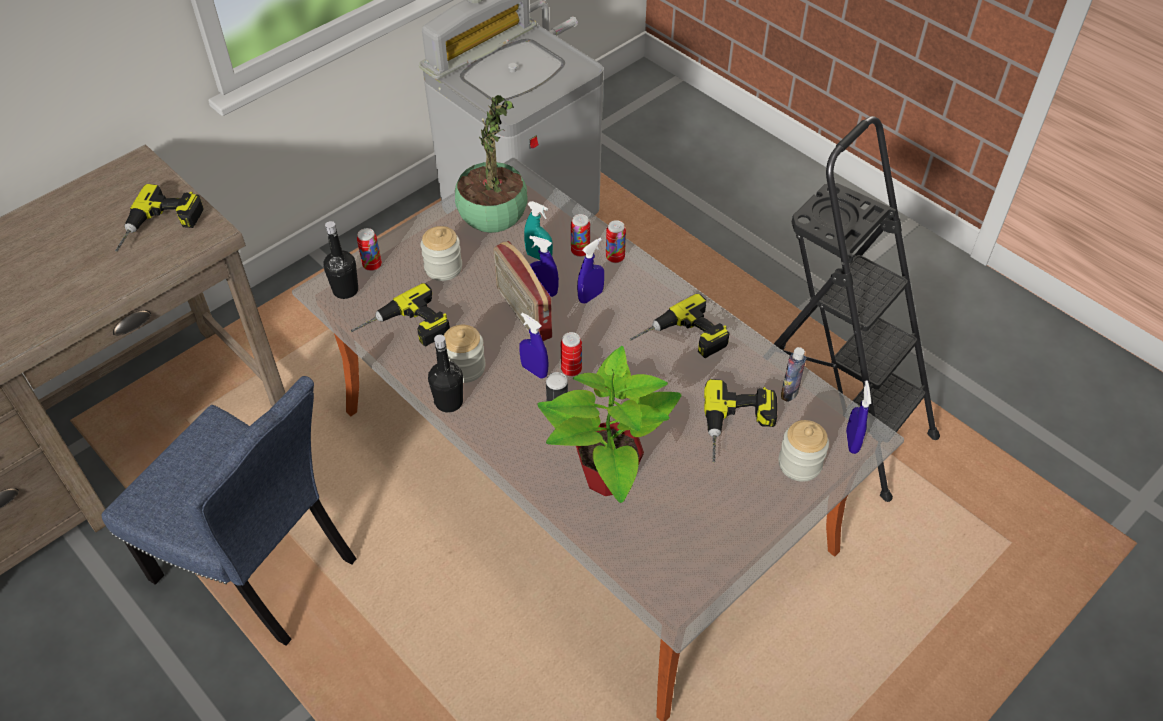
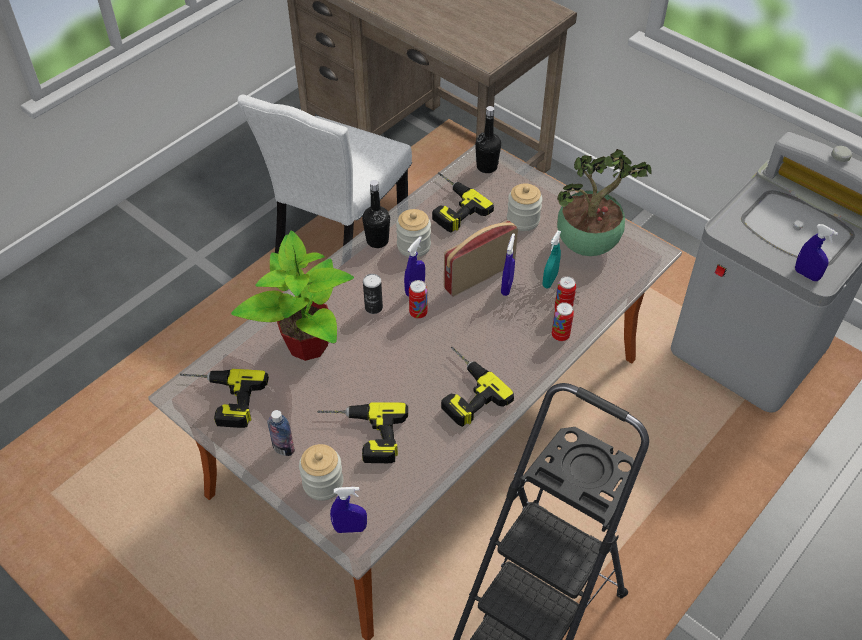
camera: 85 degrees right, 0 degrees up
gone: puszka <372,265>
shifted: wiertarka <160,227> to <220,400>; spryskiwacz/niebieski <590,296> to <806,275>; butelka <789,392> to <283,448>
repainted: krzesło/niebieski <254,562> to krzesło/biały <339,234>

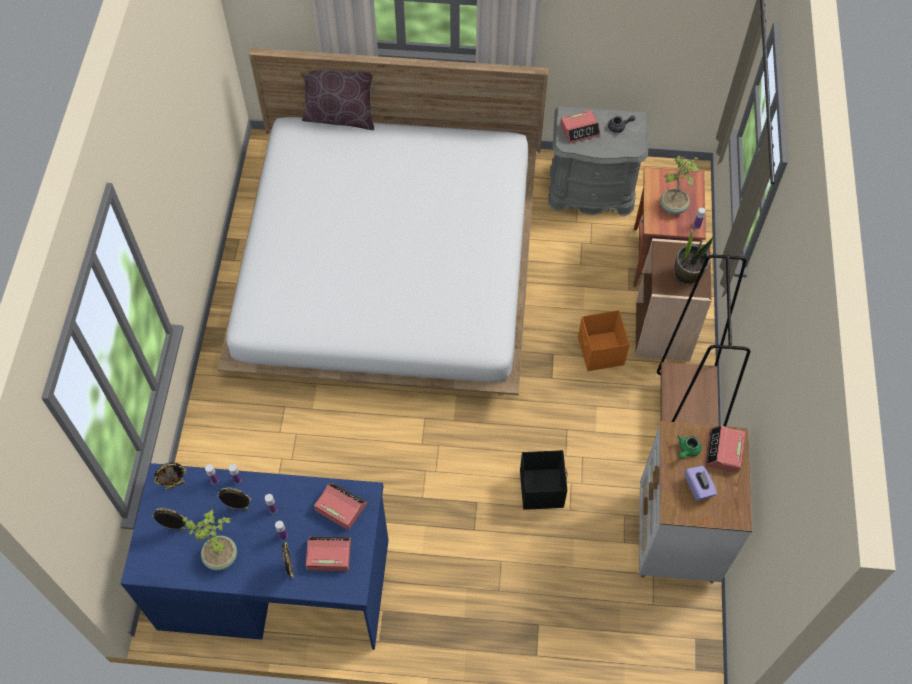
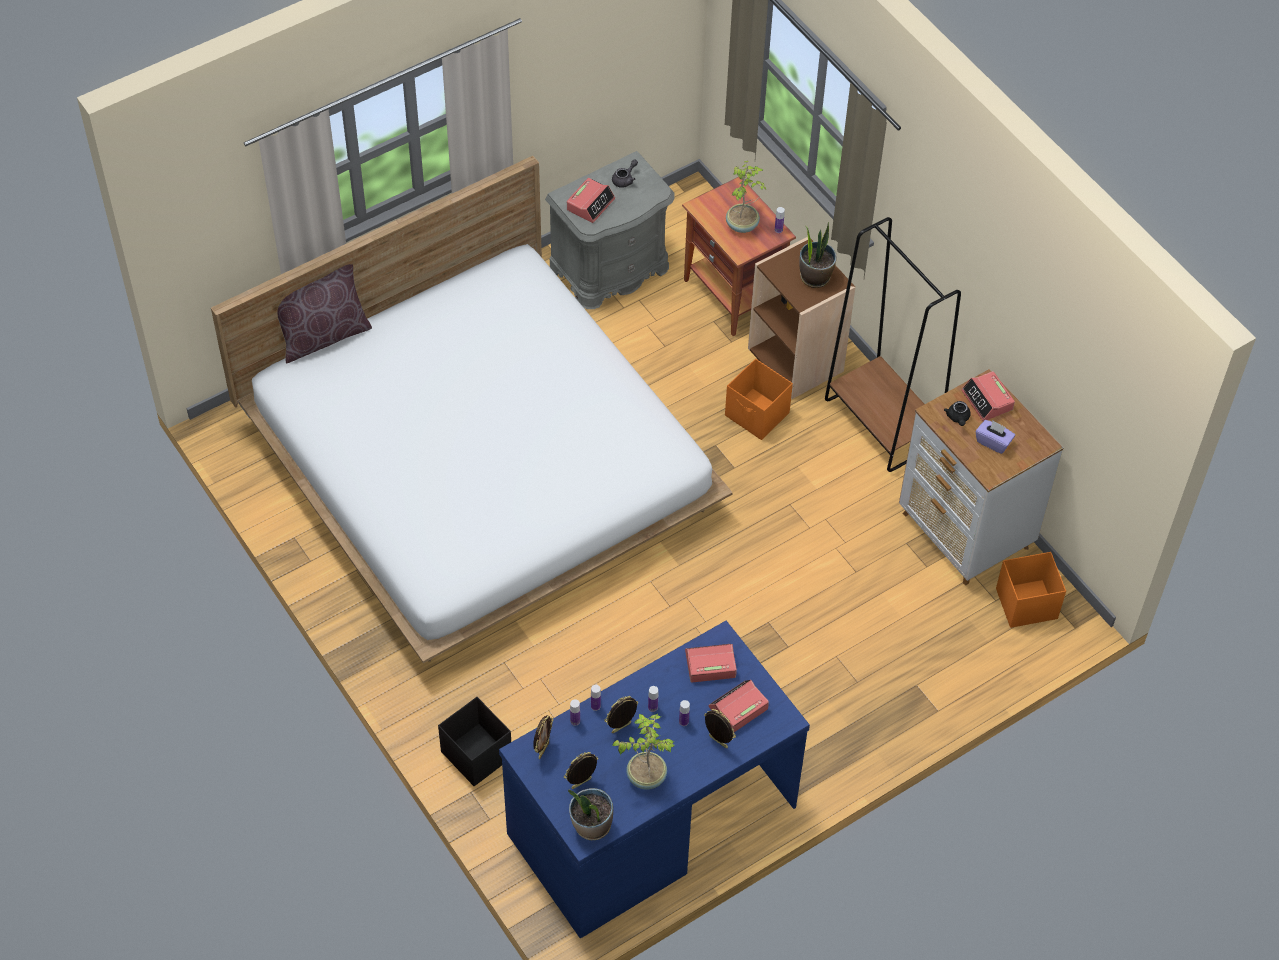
camera: 40 degrees left, 5 degrees down
new: pojemnik do przechowywania/pomarańczowy <1025,604>; roślina doniczkowa <591,826>
shifted: pojemnik do przechowywania/czarny <541,488> to <476,754>
repainted: imbryk/zielony <687,450> to imbryk/czarny <958,418>

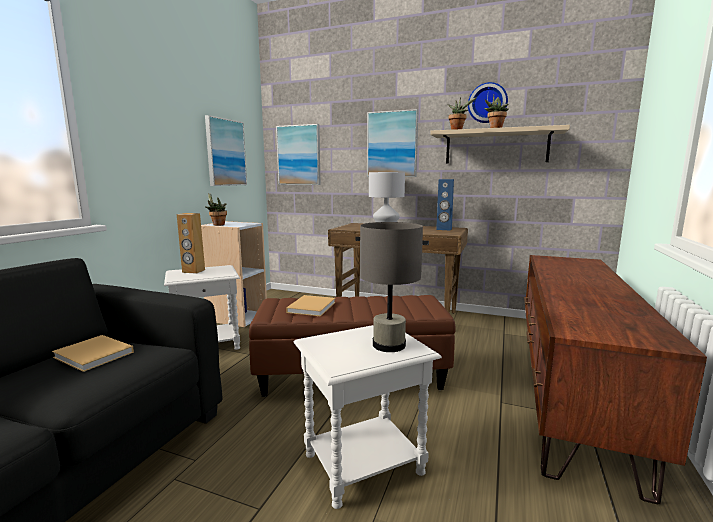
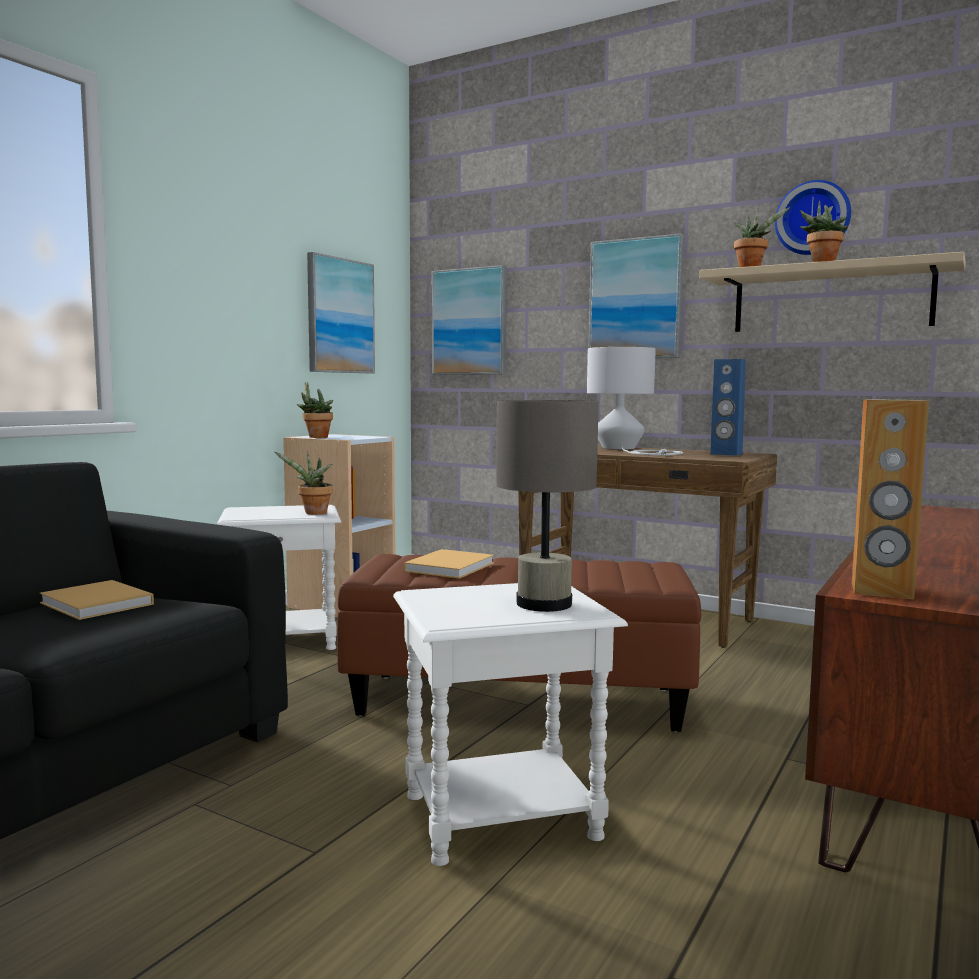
camera: 10 degrees right, 5 degrees down
new: roślina doniczkowa <313,513>
shifted: głośnik/brązowy <193,271> to <881,591>

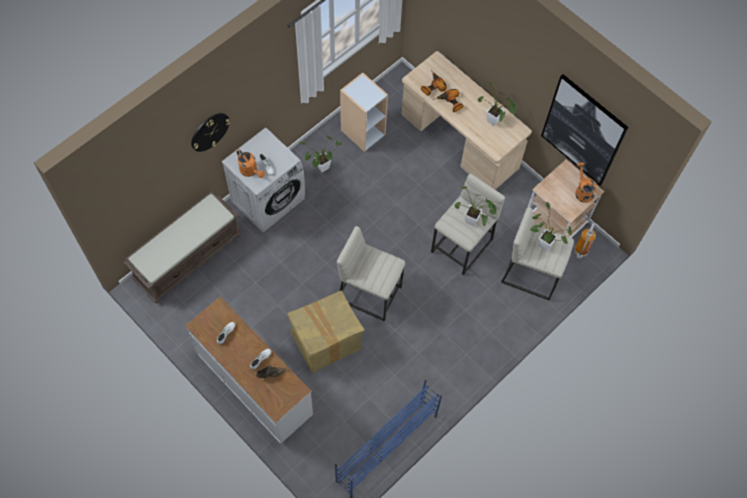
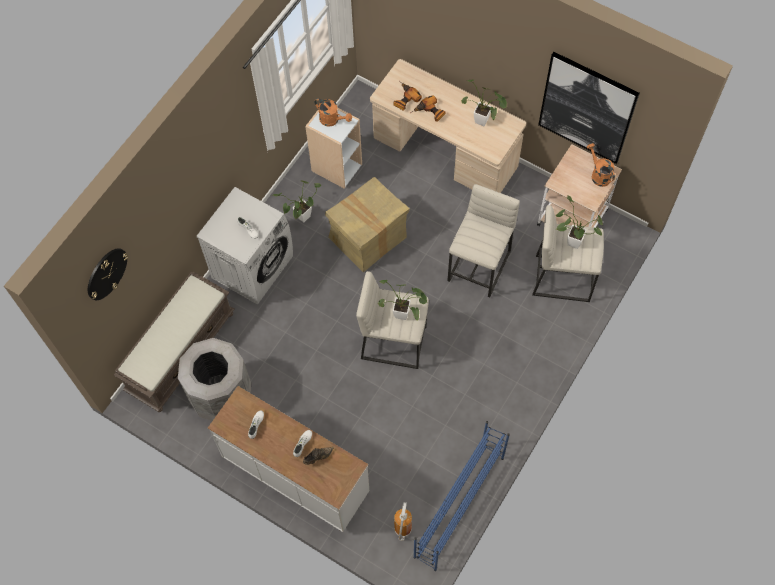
camera: 10 degrees left, 0 degrees up
new: kosz na śmieci/szary <221,395>
shifted: zegar ścienny <209,131> to <106,273>; konewka/pomarańczowy <250,171> to <332,120>; roślina doniczkowa <474,222> to <405,315>; gaśnica <580,252> to <403,530>; karton <326,340> to <368,237>

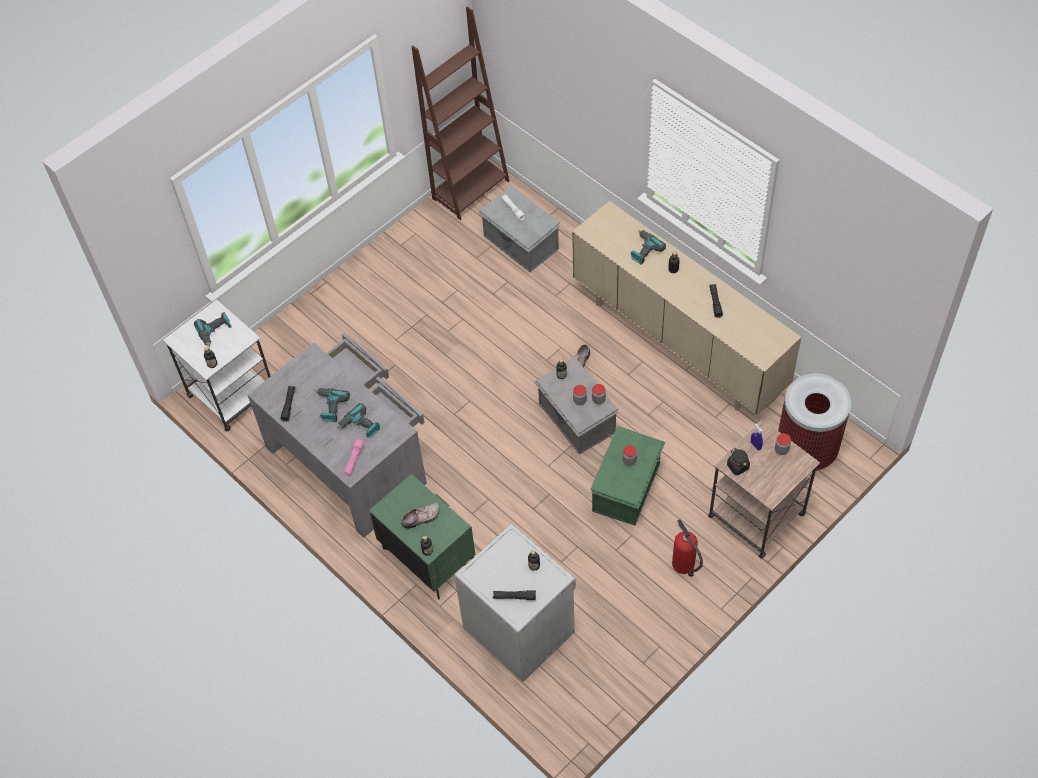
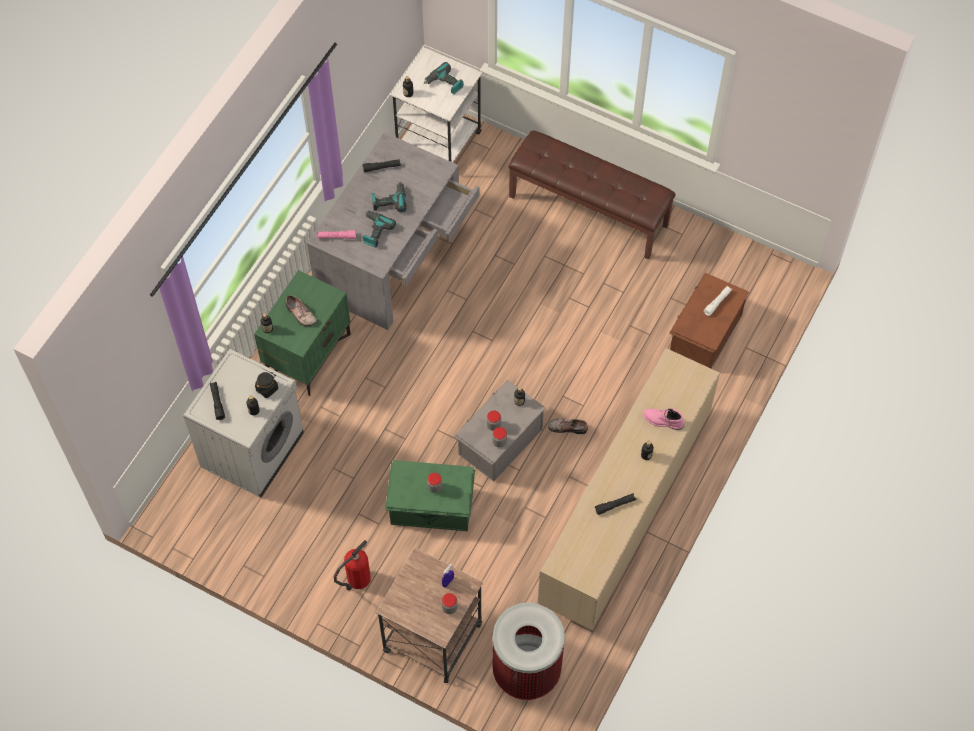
camera: 70 degrees right, 5 degrees up
gone: regał/brązowy <470,189>
new: ławka/brązowy <589,210>
shifted: słoik/czarny <737,466> to <267,388>
swapped: wiertarka <644,250> to but z cholewką/różowy <663,421>
repainted: pojemnik do przechowywania/szary <520,243> to pojemnik do przechowywania/brązowy <704,333>

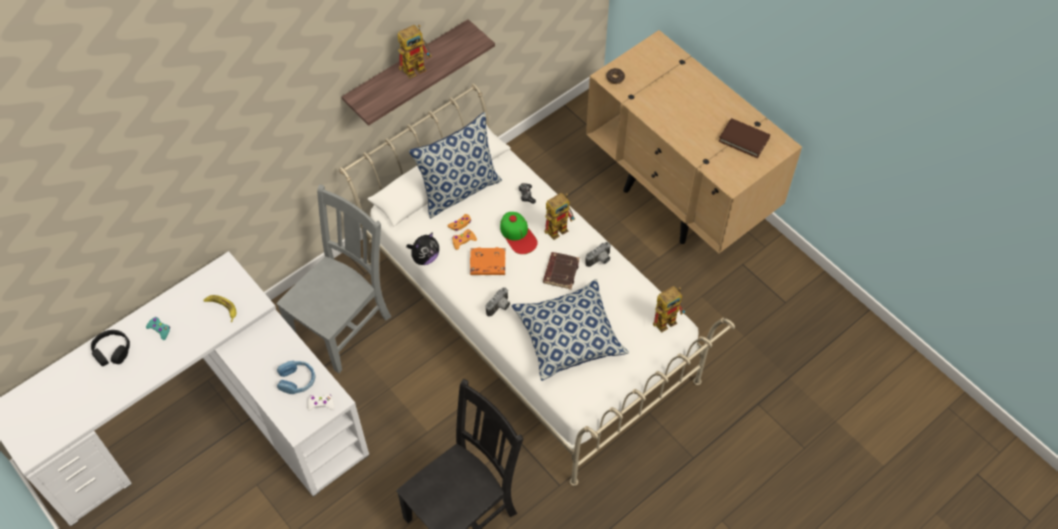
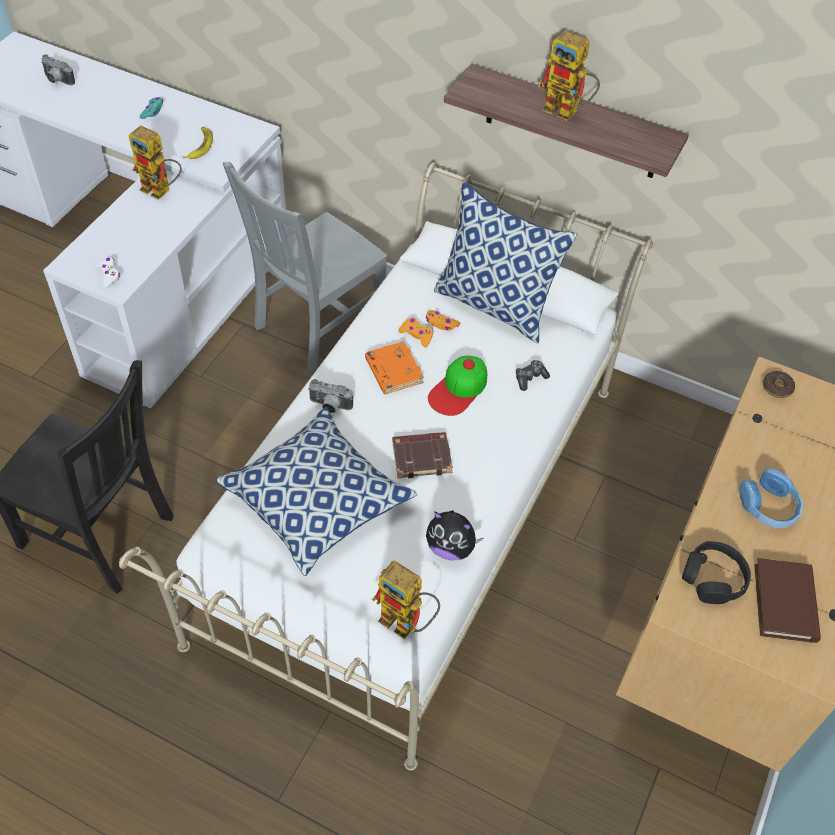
camera: 65 degrees right, 5 degrees down
shifted: robot zabawkowy <559,227> to <161,191>; pluszak <425,257> to <450,548>; aparat fotograficzny <600,260> to <57,81>; słuchawki/czarny <112,351> to <713,578>; słuchawki/niebieski <297,380> to <768,506>
rotated: krzesło/szary <343,324> = <316,325> 120 degrees clockwise

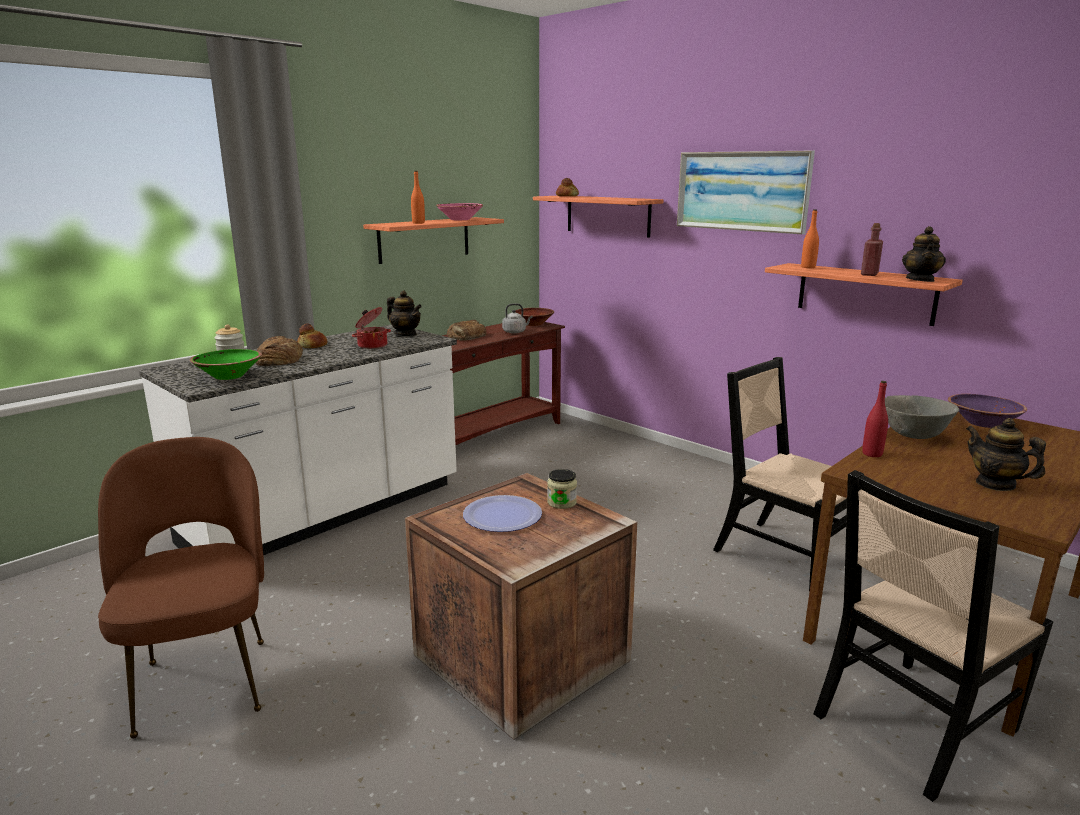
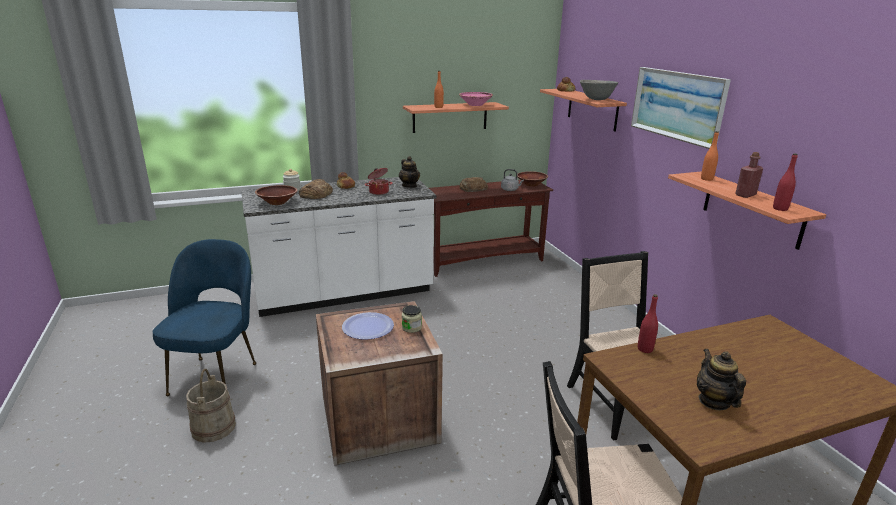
camera: 25 degrees right, 5 degrees up
gone: miska/fioletowy <982,423>
new: wiadro/beżowy <213,427>
shifted: miska/szary <913,436> to <596,99>
swapped: imbryk <920,280> to butelka/czerwony <780,209>
repainted: miska/zielony <228,376> to miska/brązowy <277,202>; krzesło/brązowy <205,677> to krzesło/niebieski <217,375>

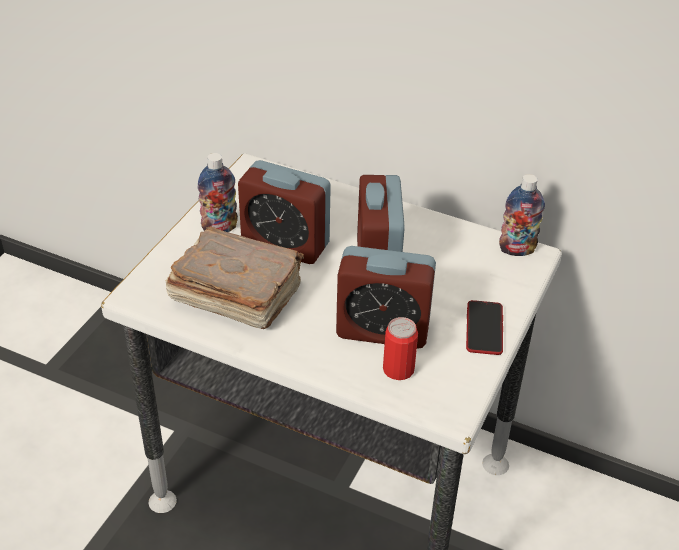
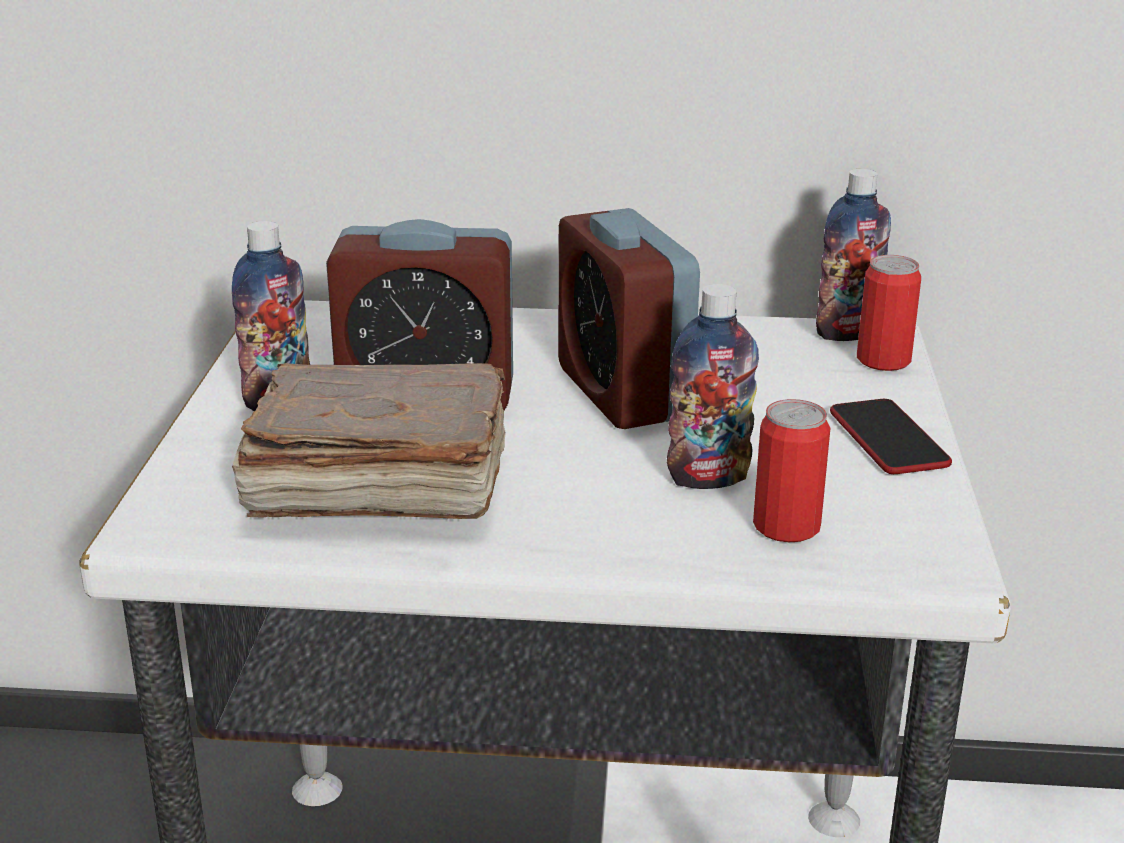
camera: 20 degrees left, 15 degrees down
new: puszka <883,360>
swapped: budzik <382,330> to butelka <708,477>

